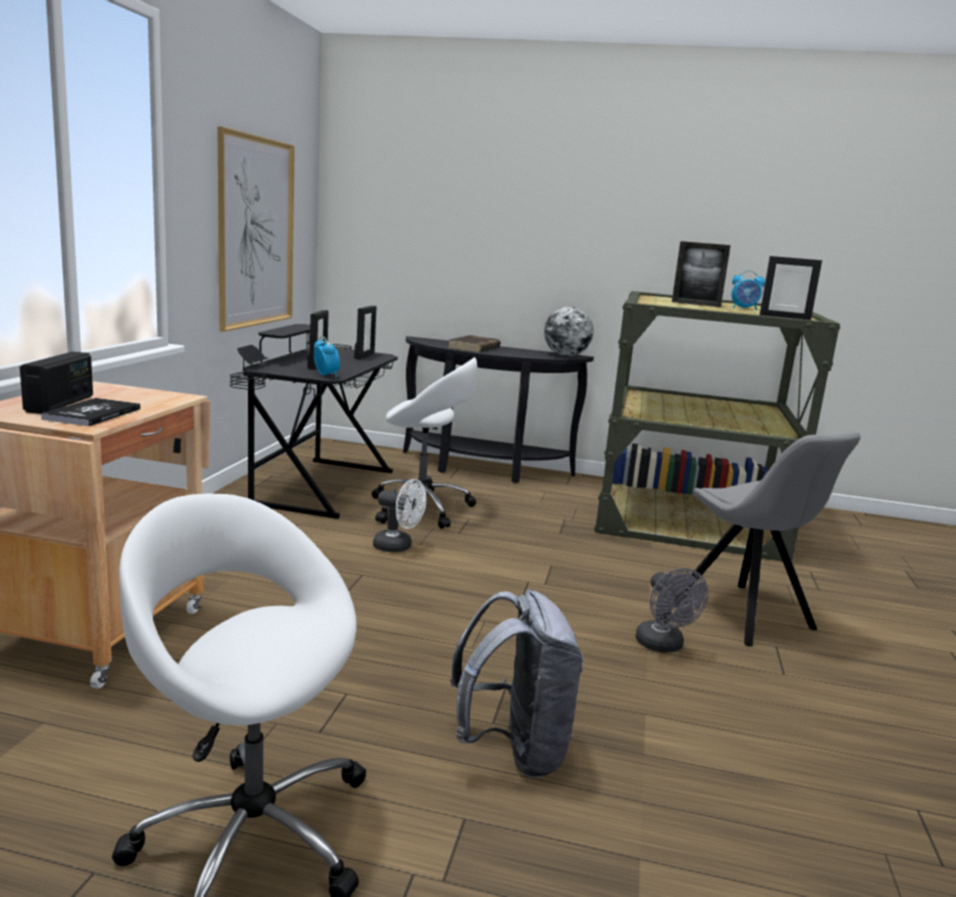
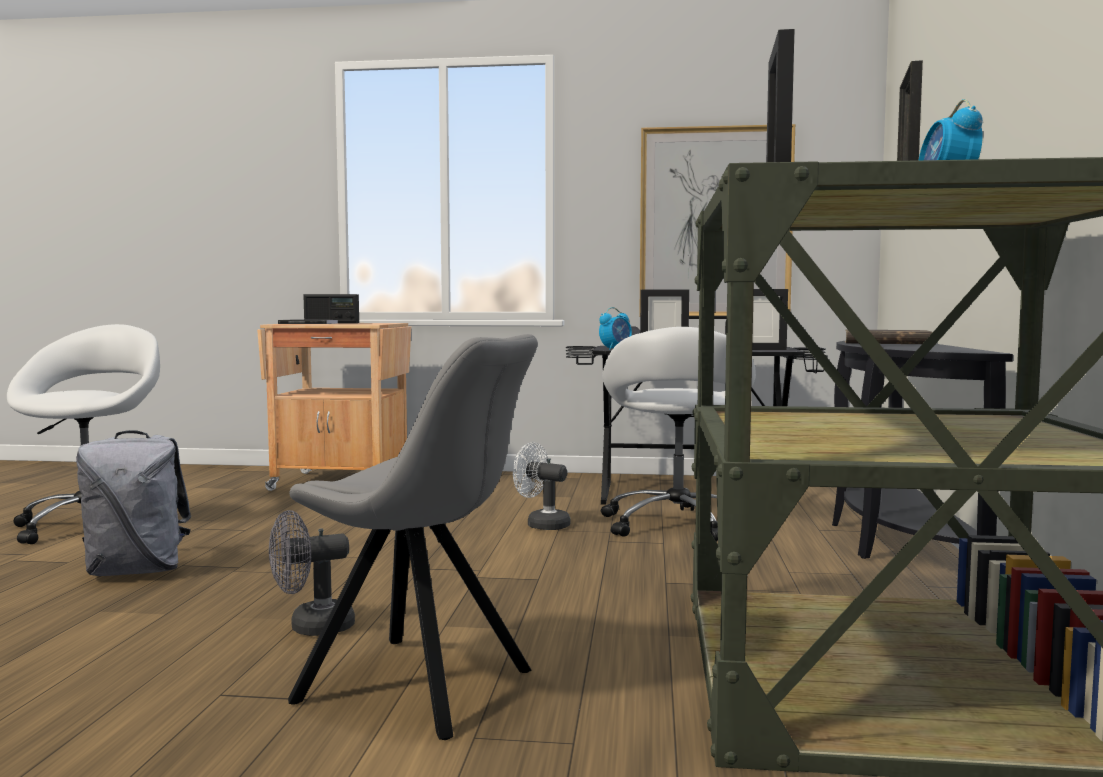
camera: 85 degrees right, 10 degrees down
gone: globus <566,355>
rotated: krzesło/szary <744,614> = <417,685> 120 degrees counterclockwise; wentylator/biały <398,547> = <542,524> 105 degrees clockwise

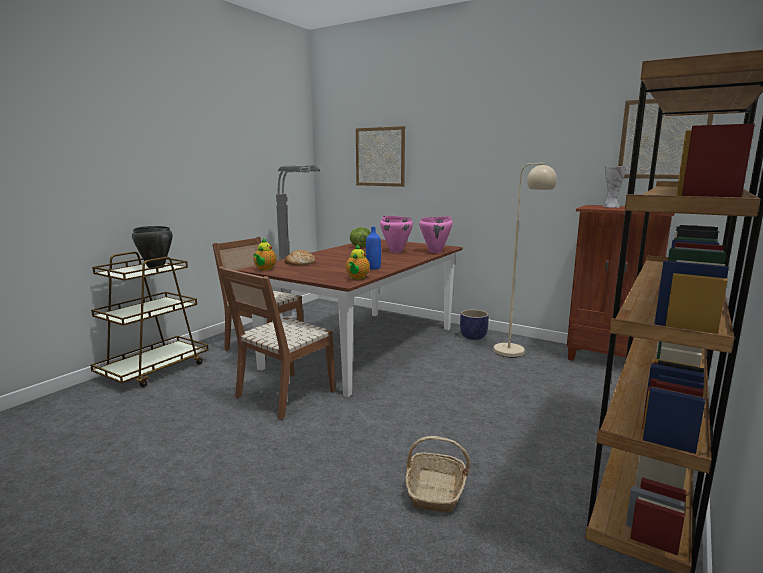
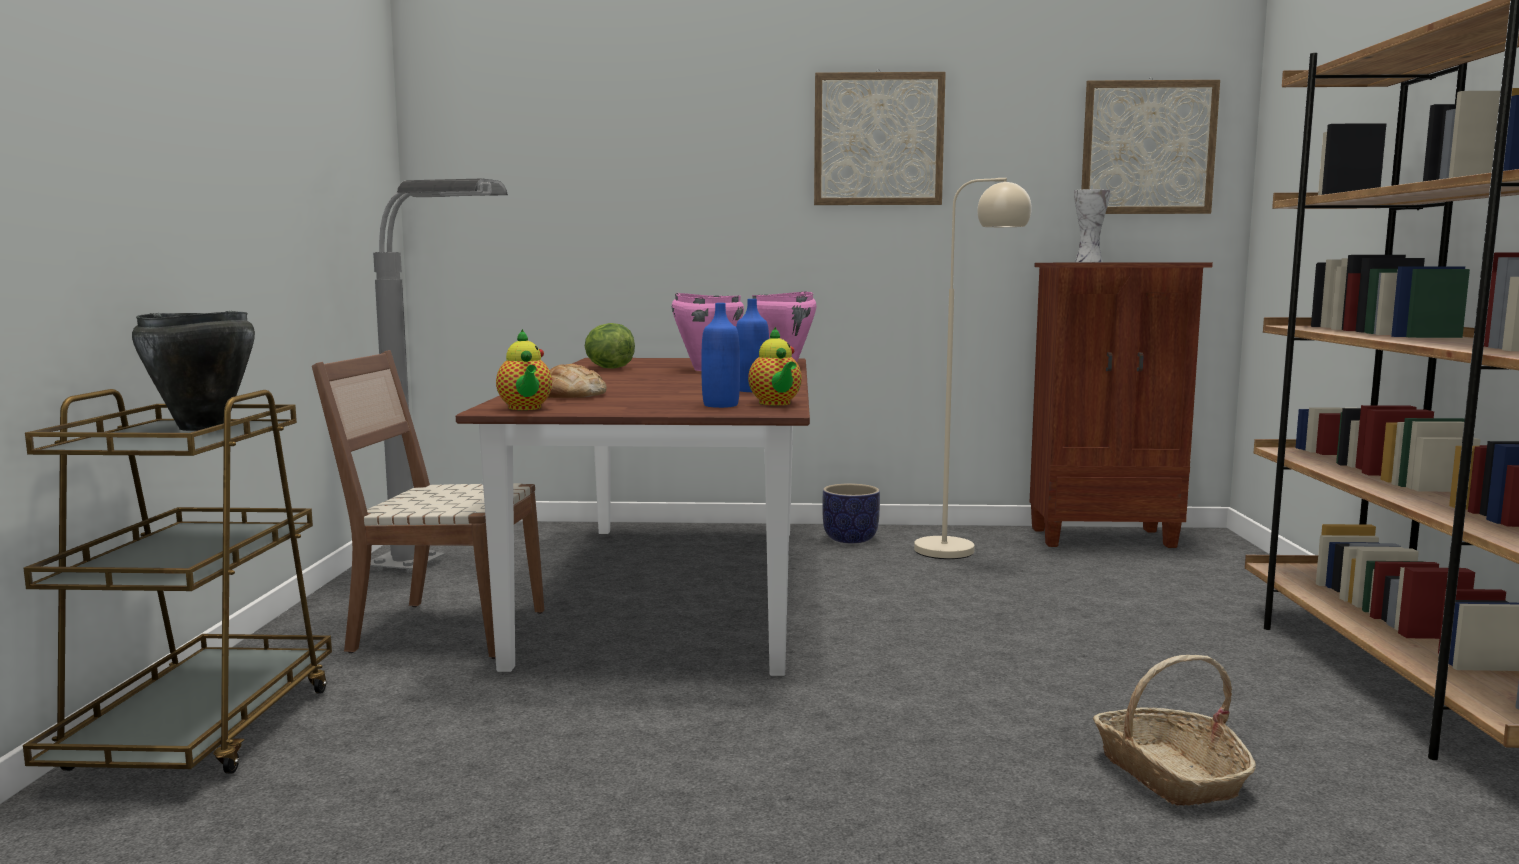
camera: 30 degrees left, 5 degrees down
gone: krzesło <282,396>
new: butelka/niebieski <720,405>
shifted: obraz <380,156> to <878,137>

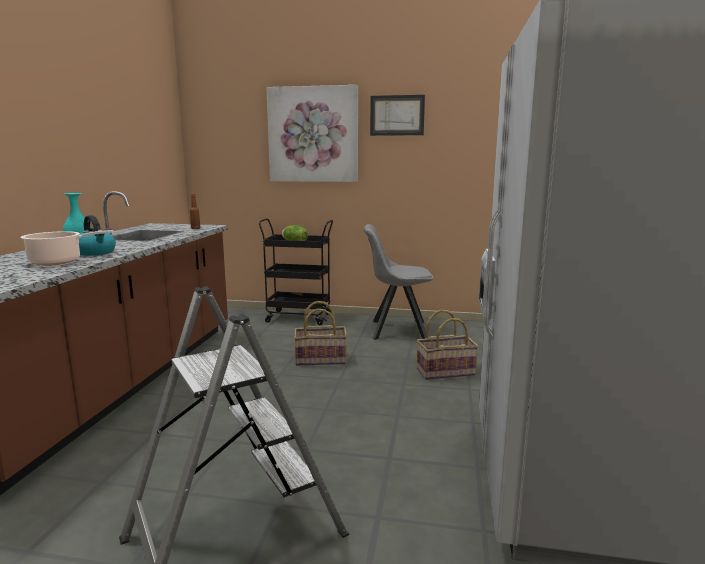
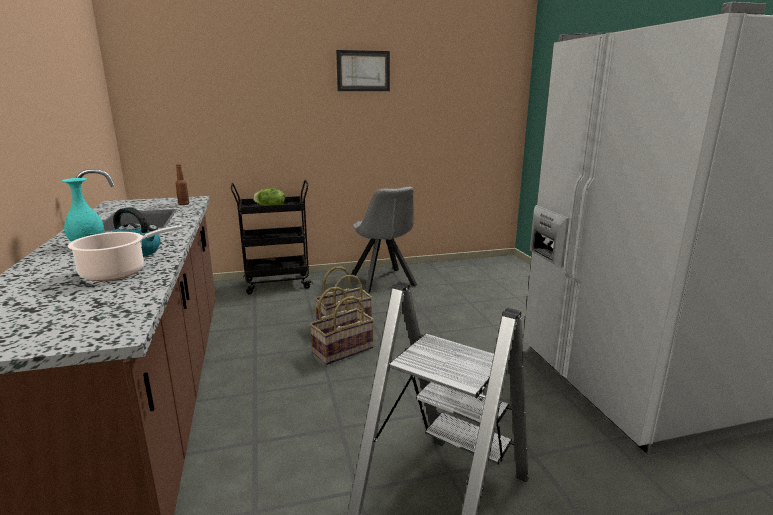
camera: 25 degrees left, 5 degrees up
gone: obraz <313,135>
shifted: koszyk <445,371> to <342,350>
rotated: krzesło/szary <397,330> = <383,281> 90 degrees counterclockwise

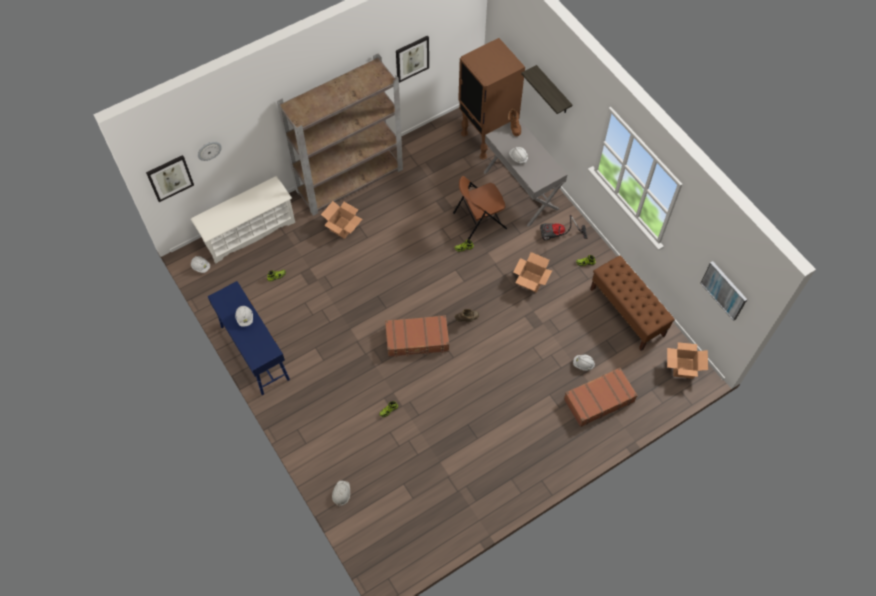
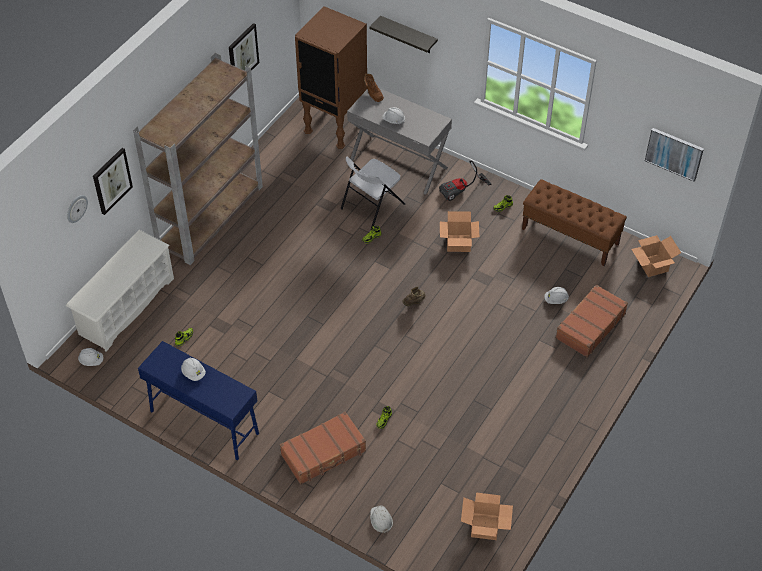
camera: 25 degrees left, 10 degrees down
shifted: obraz <170,178> to <111,180>; karton <343,227> to <484,526>; walizka/brązowy <417,340> to <324,453>
repainted: krzesło/brązowy <479,220> to krzesło/biały <372,206>

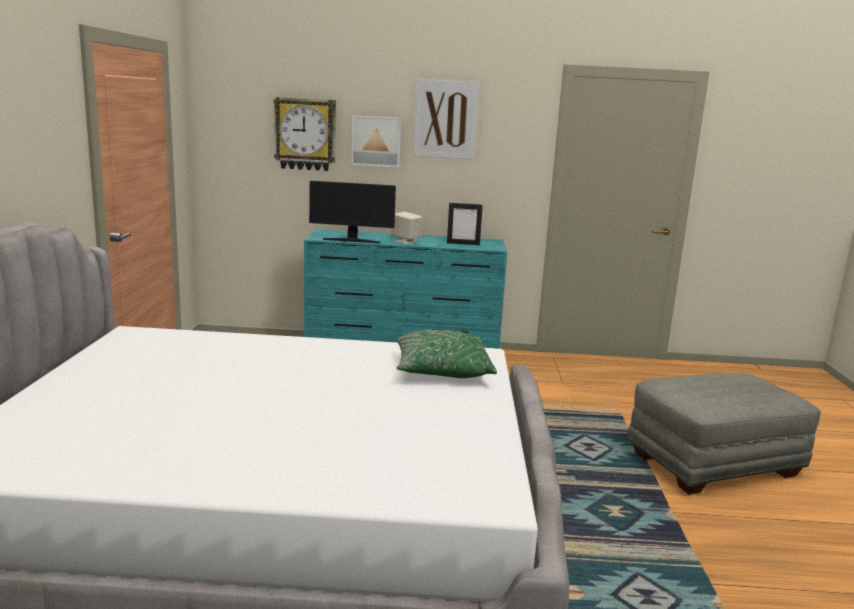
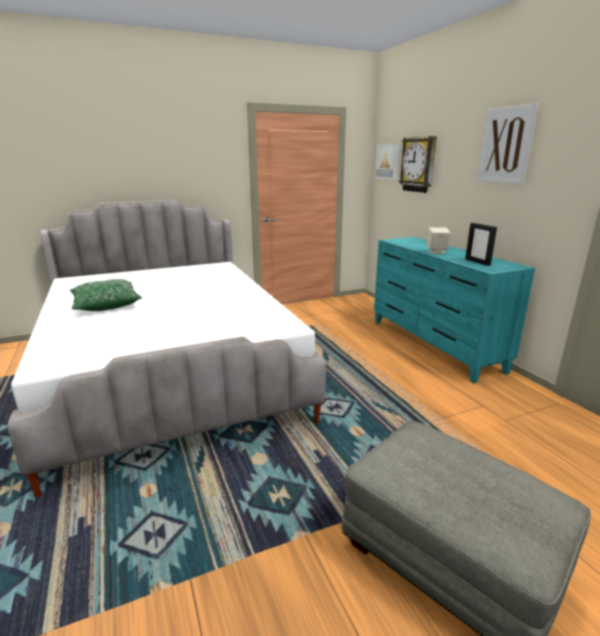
camera: 65 degrees right, 5 degrees up
gone: monitor <351,240>
shifted: obraz <376,141> to <388,161>; poduszka/zielony <441,371> to <106,305>

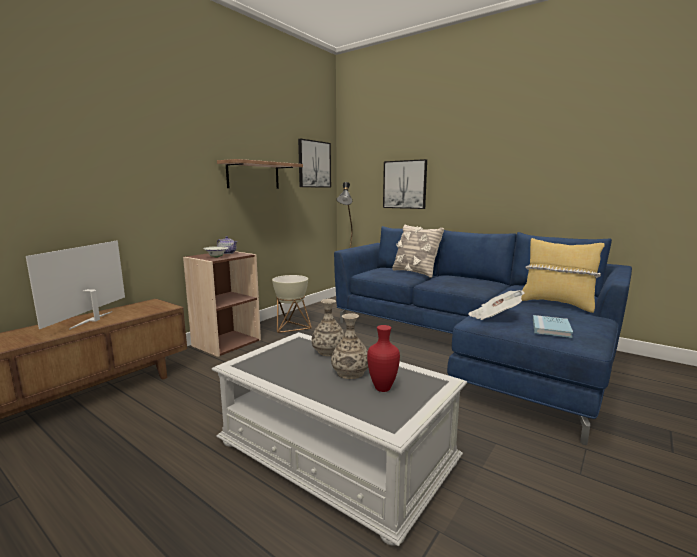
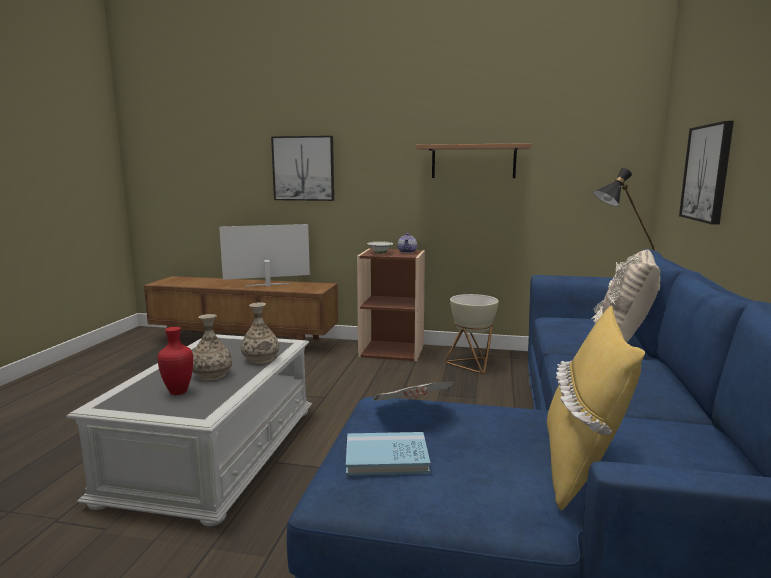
camera: 65 degrees right, 0 degrees up
shifted: obraz <314,164> to <303,168>

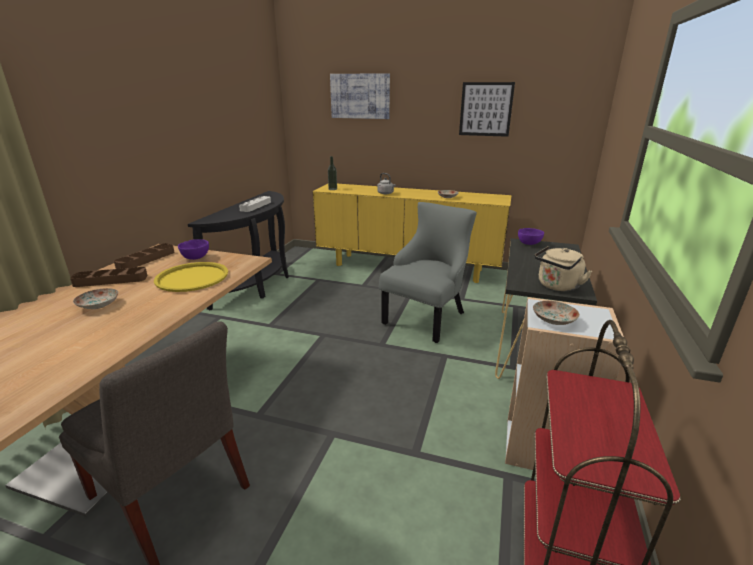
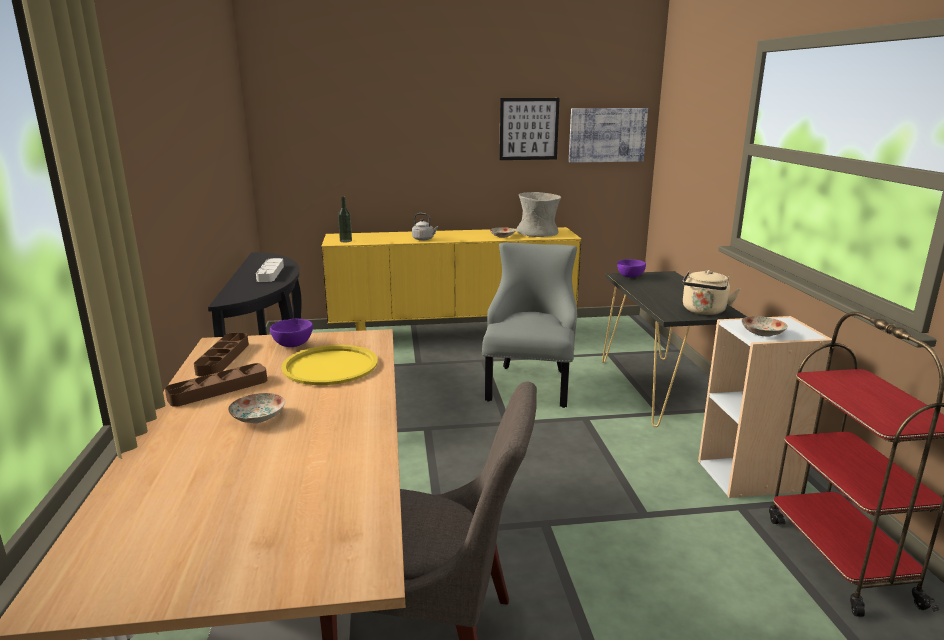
camera: 25 degrees left, 5 degrees down
new: wazon/szary <538,233>
shifted: obraz <360,96> to <607,135>

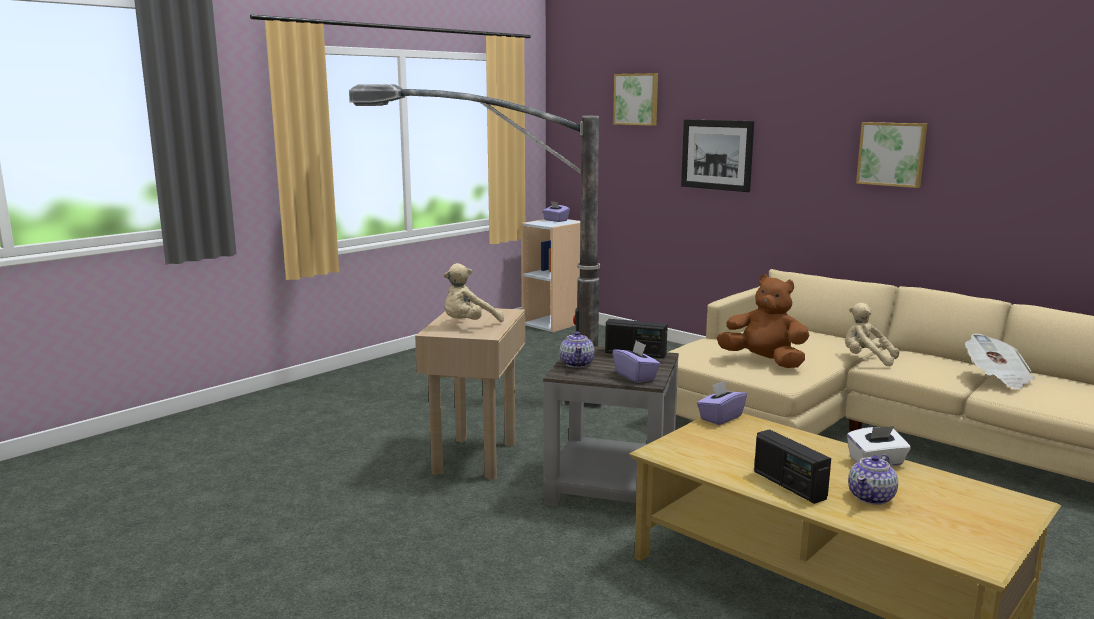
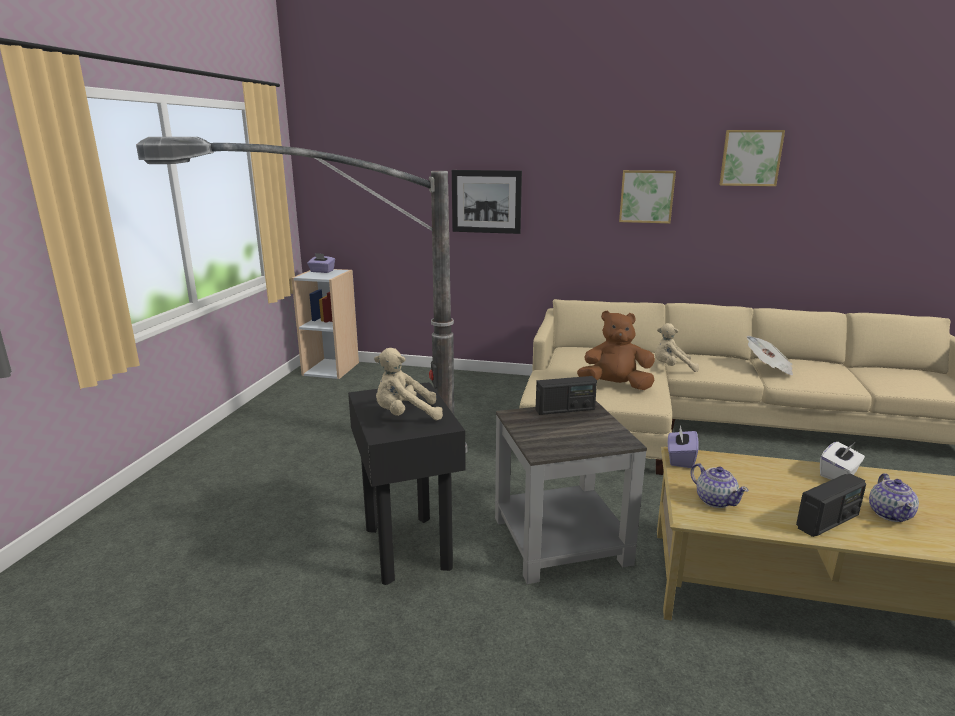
camera: 30 degrees left, 5 degrees up
gone: pudełko chusteczek/fioletowy <636,376>
shifted: obraz <637,99> to <750,158>; imbryk <577,364> to <715,500>
repainted: stolik/beżowy <476,457> to stolik/czarny <408,547>
rotated: pluszak/beżowy <469,325> = <405,415> 60 degrees clockwise; radio <788,485> = <828,521> 60 degrees counterclockwise

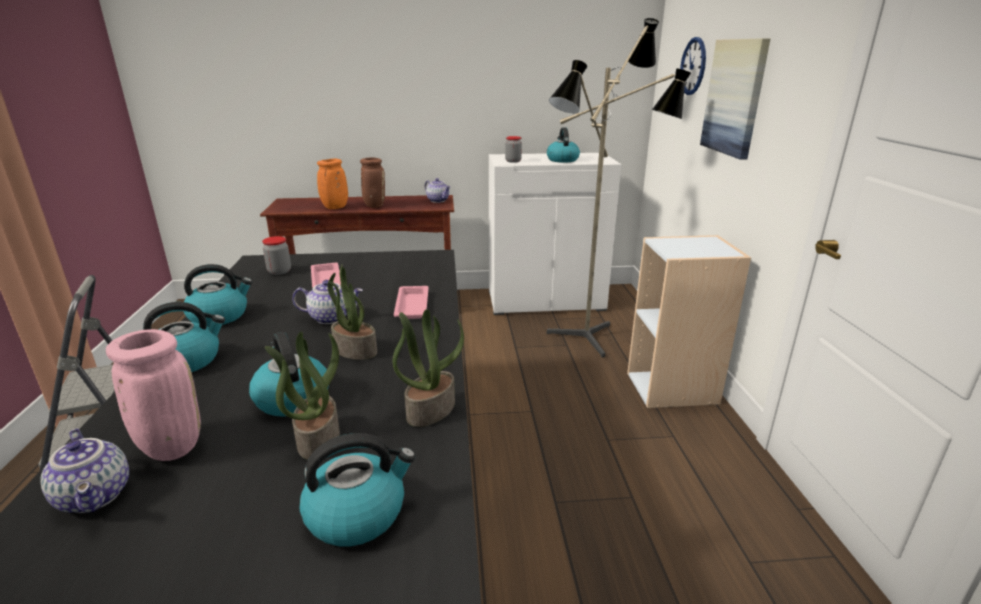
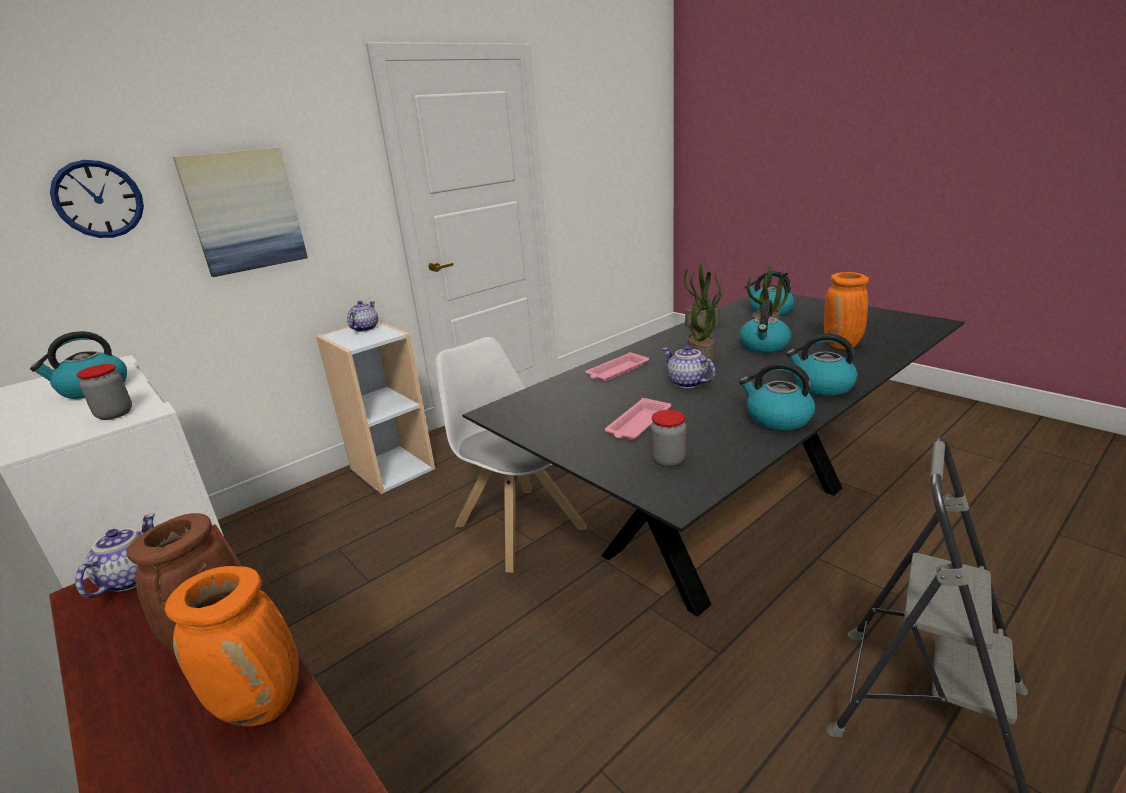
camera: 125 degrees left, 0 degrees up
gone: lampa stojąca <593,340>
new: krzesło <518,524>
shifted: imbryk <97,496> to <364,328>
repainted: wazon/różowy <170,447> to wazon/pomarańczowy <842,346>

